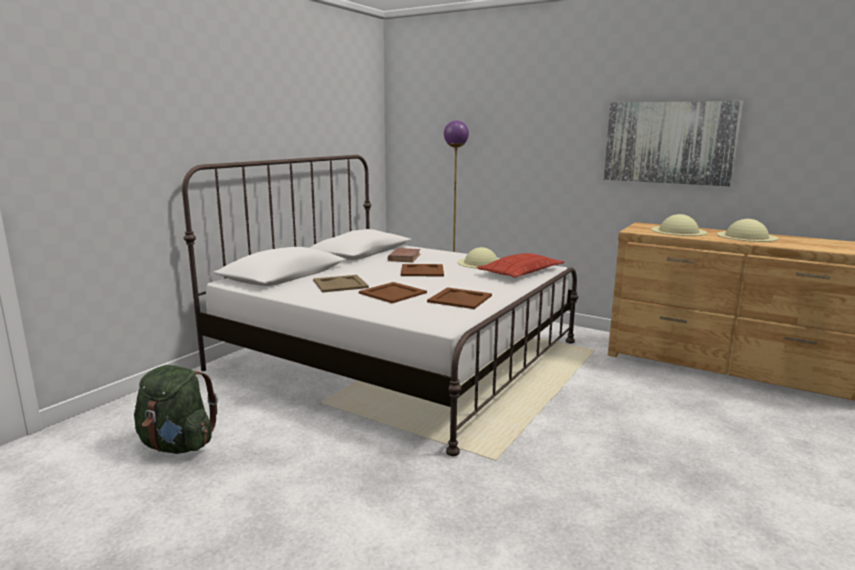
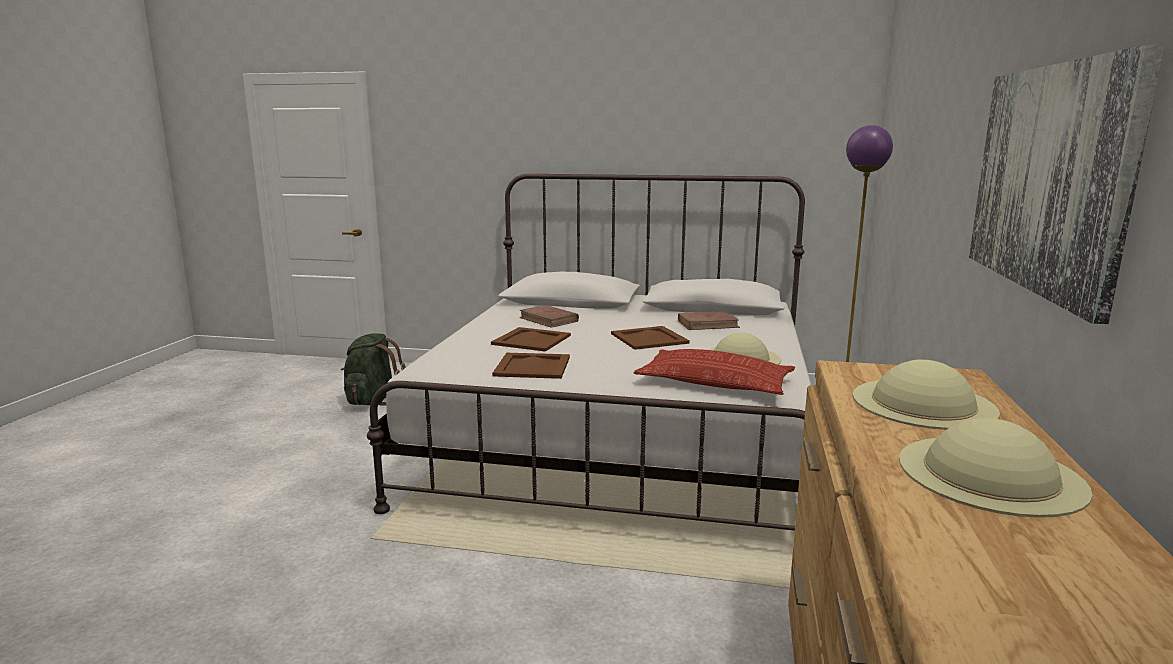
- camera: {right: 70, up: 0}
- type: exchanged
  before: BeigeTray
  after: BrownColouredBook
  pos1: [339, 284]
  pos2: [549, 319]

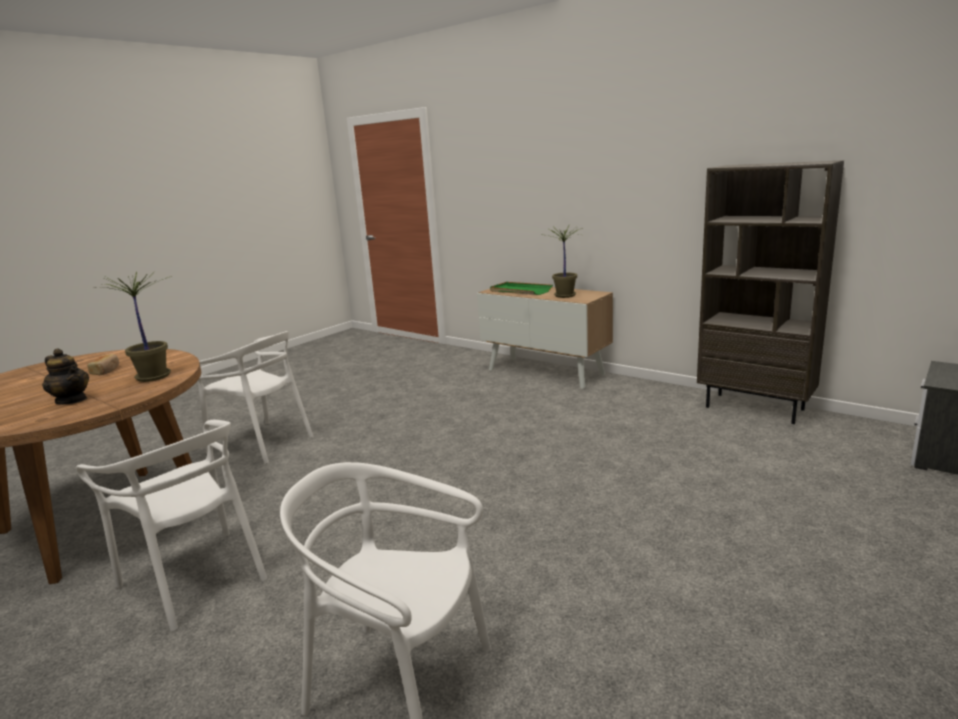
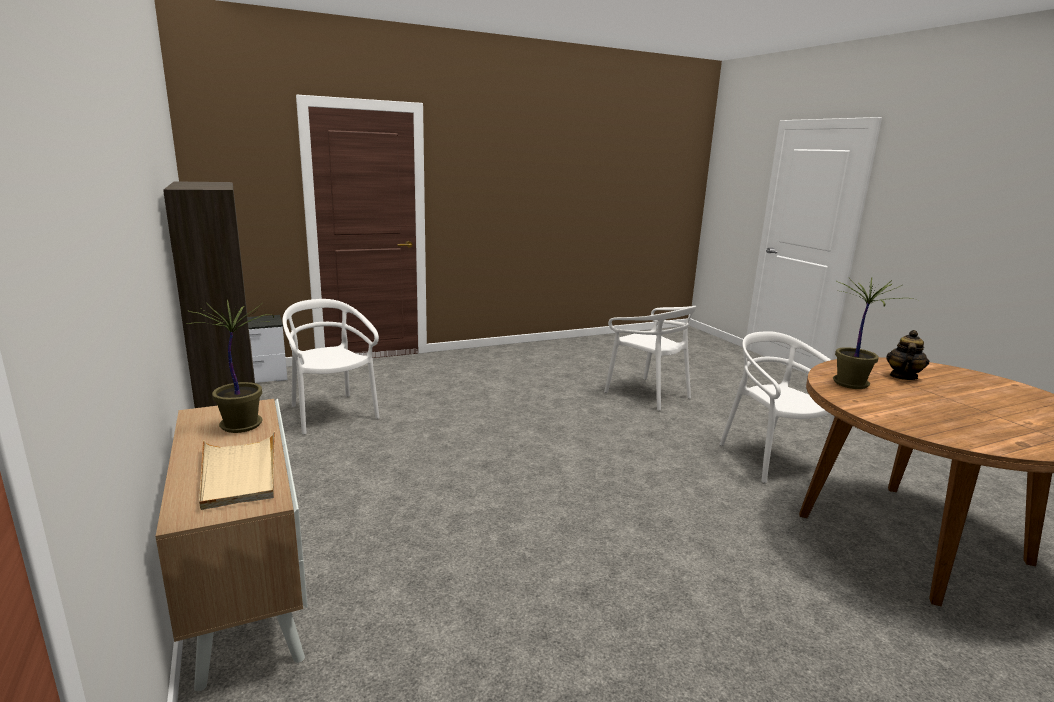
- camera: {right: -155, up: 0}
- type: missing
  before: BakeryBread
  pos1: [106, 371]
- type: relocated
  before: WhiteUprightChair
  pos1: [262, 443]
  pos2: [331, 413]
- type: colour
  before: GreenColouredTray
  after: BeigeTray
  pos1: [520, 291]
  pos2: [239, 473]
- type: spun
  before: Teapot
  pos1: [72, 400]
  pos2: [902, 376]
  turn: 60

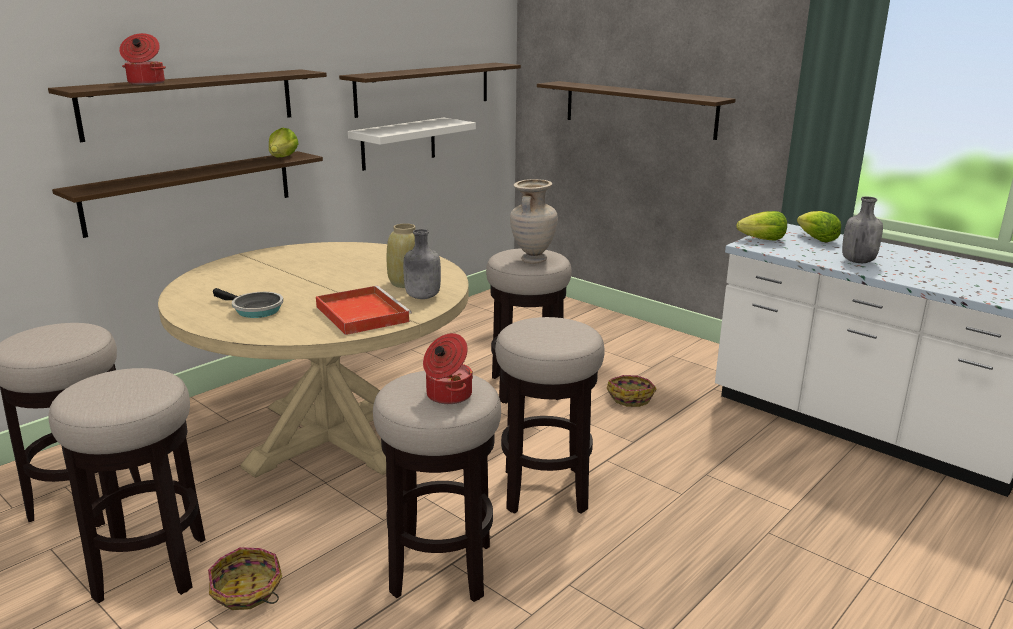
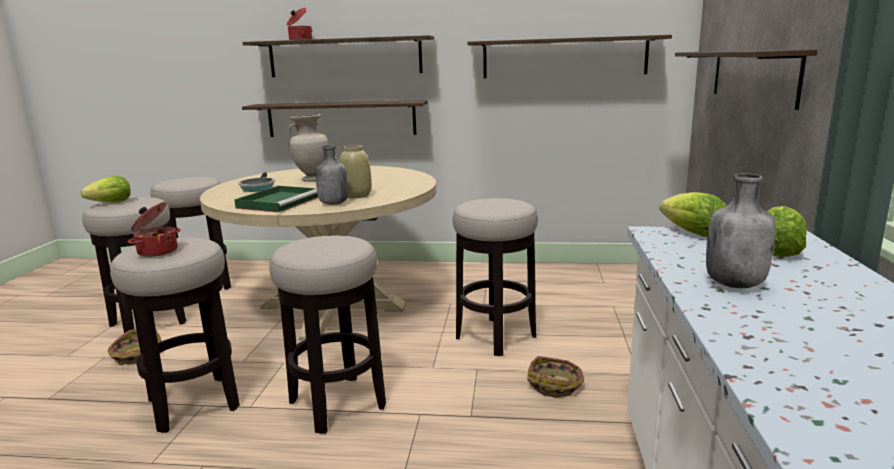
- camera: {right: 55, up: -5}
- type: missing
  before: WhiteBracketShelf
  pos1: [398, 143]
- type: relocated
  before: LettuceHead
  pos1: [283, 158]
  pos2: [111, 203]
- type: relocated
  before: BeigeFlowerVase
  pos1: [532, 260]
  pos2: [312, 180]
- type: colour
  before: RedTray
  after: GreenColouredTray
  pos1: [361, 313]
  pos2: [279, 202]

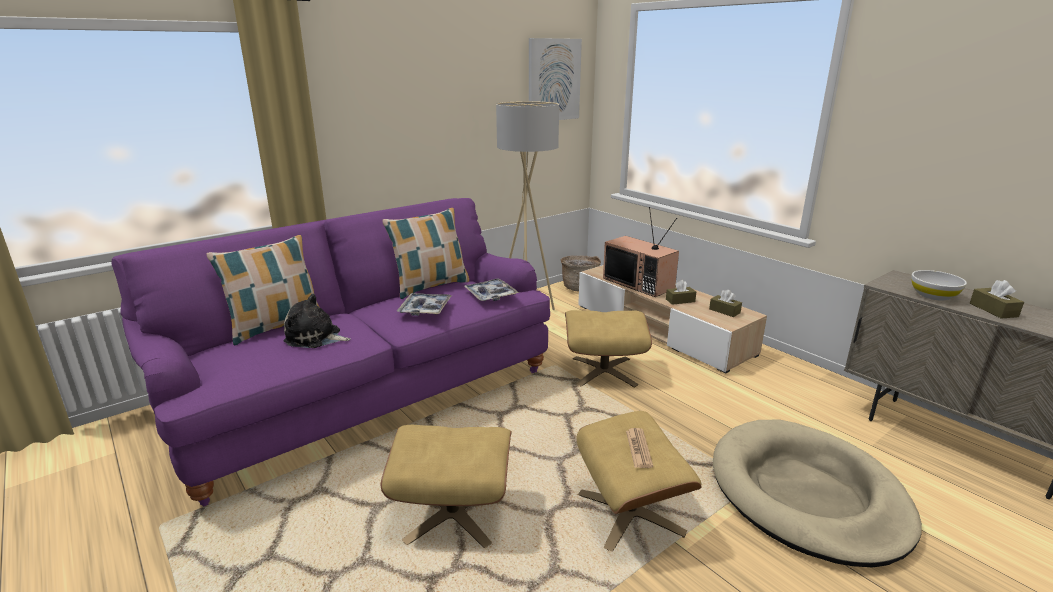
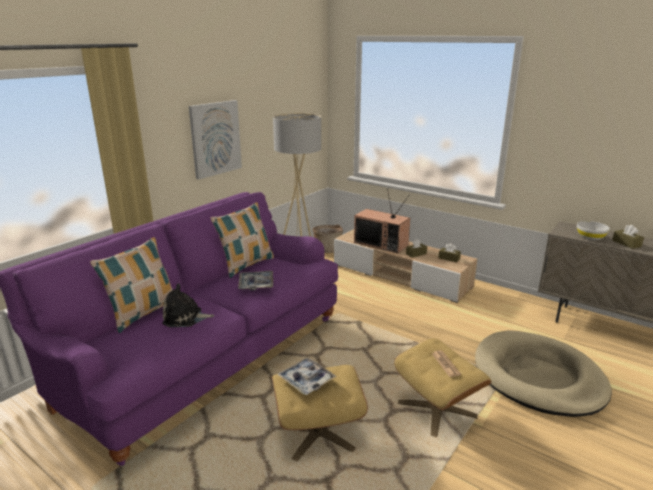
- camera: {right: -15, up: 0}
- type: missing
  before: BeigeFootrest
  pos1: [604, 371]
- type: relocated
  before: Tray
  pos1: [491, 295]
  pos2: [306, 380]
- type: relocated
  before: WallPicture
  pos1: [553, 80]
  pos2: [215, 138]

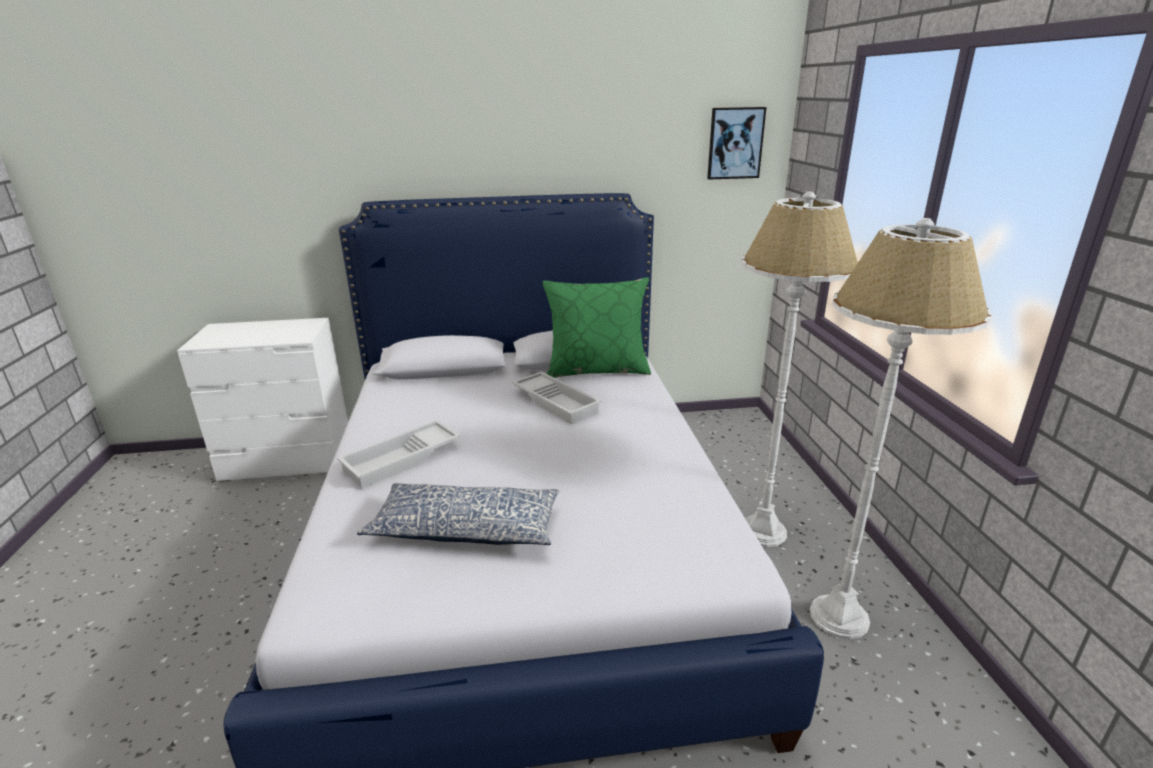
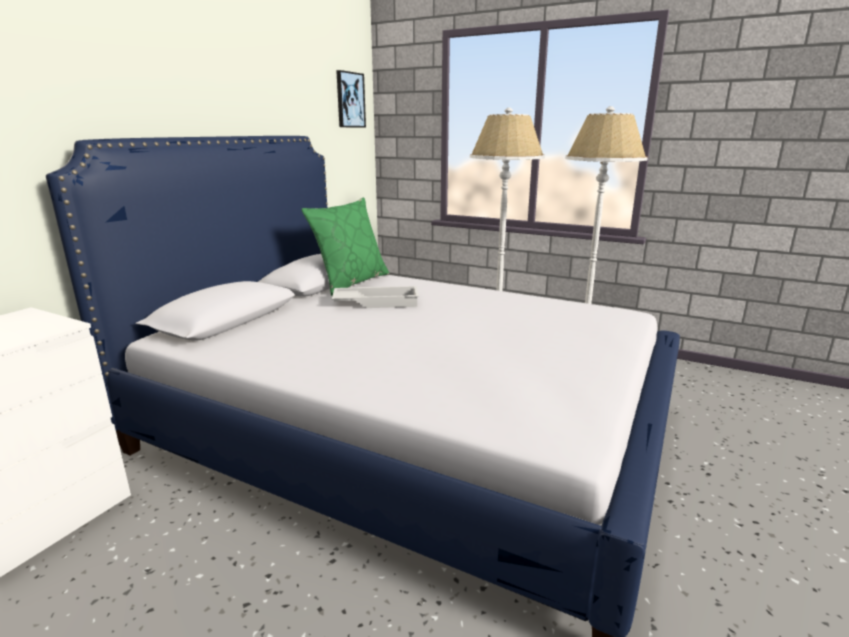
- camera: {right: -55, up: -5}
- type: missing
  before: WhiteTray
  pos1: [402, 460]
- type: missing
  before: ThrowPillow
  pos1: [465, 528]

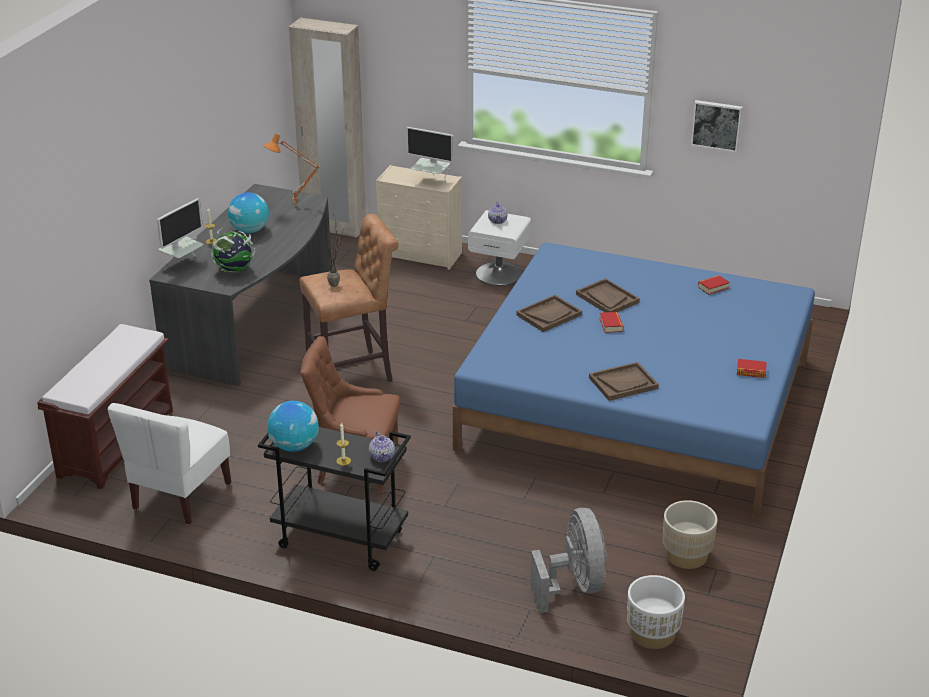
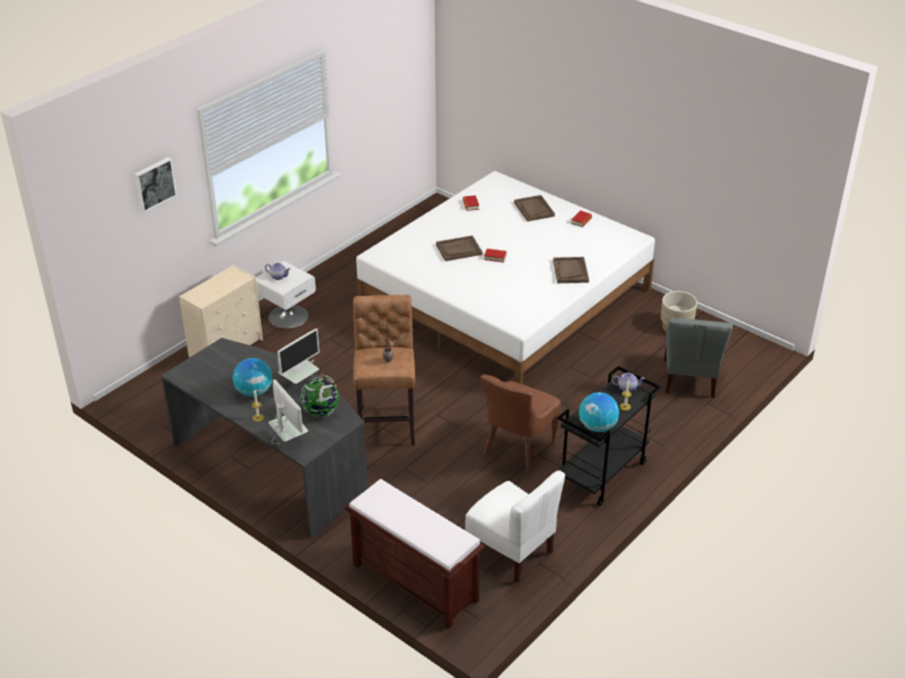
- camera: {right: -70, up: 5}
- type: missing
  before: OrangeyTableLamp
  pos1: [295, 206]
- type: missing
  before: BeigeArmoire
  pos1: [334, 227]
- type: missing
  before: WhitePlanter
  pos1: [652, 633]
- type: relocated
  before: ComputerScreen
  pos1: [431, 181]
  pos2: [299, 383]
- type: relocated
  before: BrownColouredTray
  pos1: [549, 315]
  pos2: [534, 209]
- type: relocated
  before: WallPicture
  pos1: [716, 125]
  pos2: [154, 183]
- type: exchanged
  before: GrayCoolingFan
  after: GrayUprightChair
  pos1: [574, 586]
  pos2: [690, 379]
- type: colour
  before: BluishBed
  after: WhiteBed
  pos1: [637, 403]
  pos2: [505, 300]

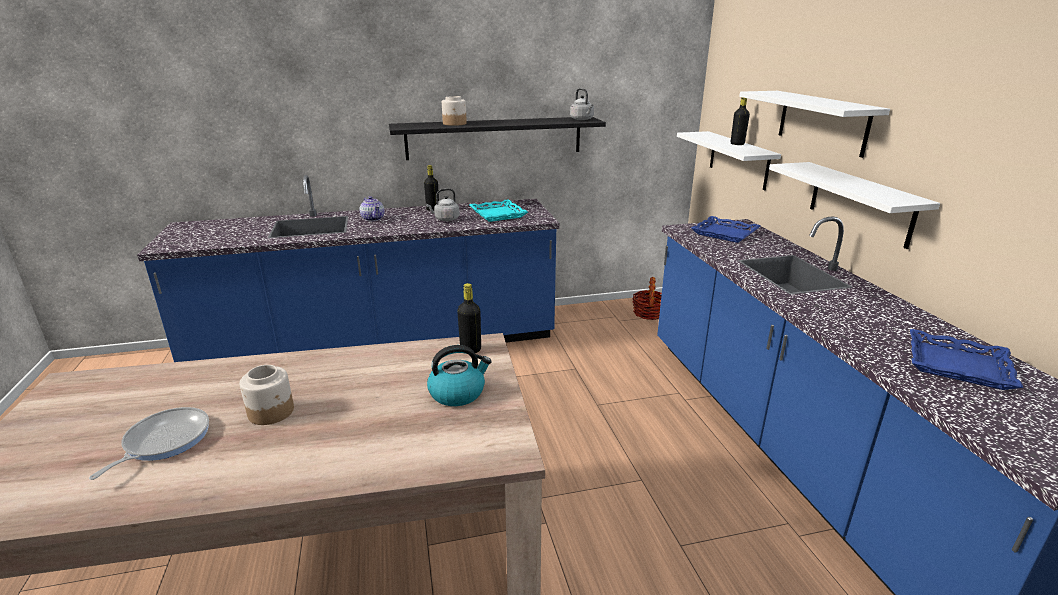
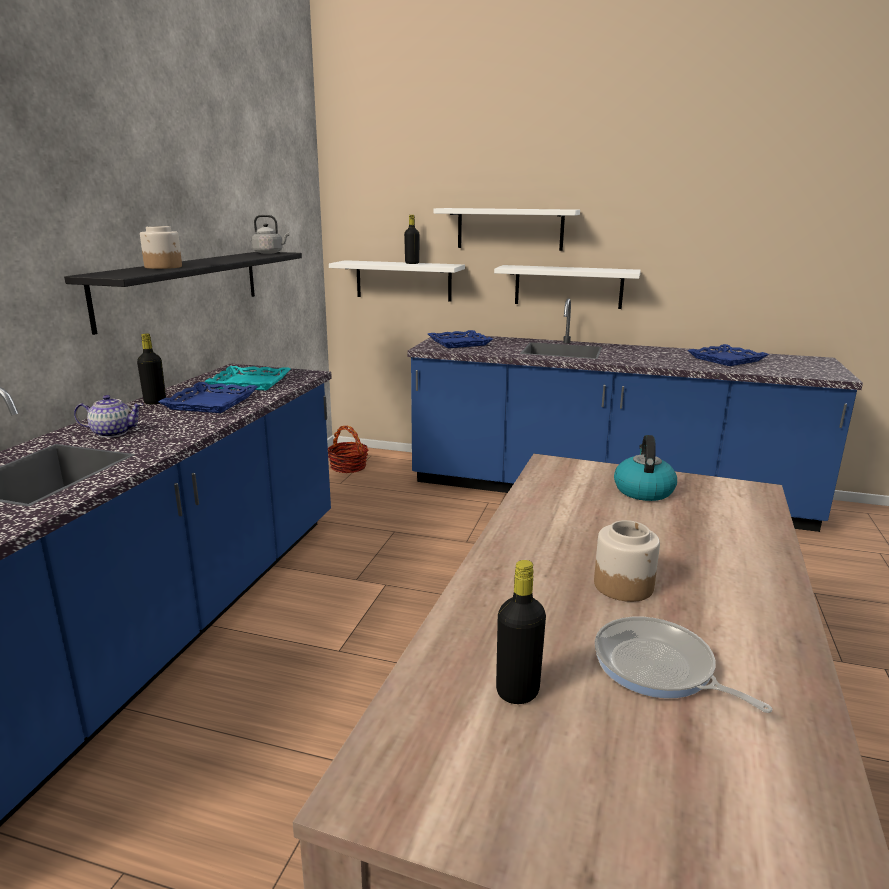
- camera: {right: -60, up: -5}
- type: relocated
  before: BlackBeverageBottle
  pos1: [470, 349]
  pos2: [517, 692]
- type: exchanged
  before: GrayWaterKettle
  after: BluishTray
  pos1: [445, 219]
  pos2: [211, 403]

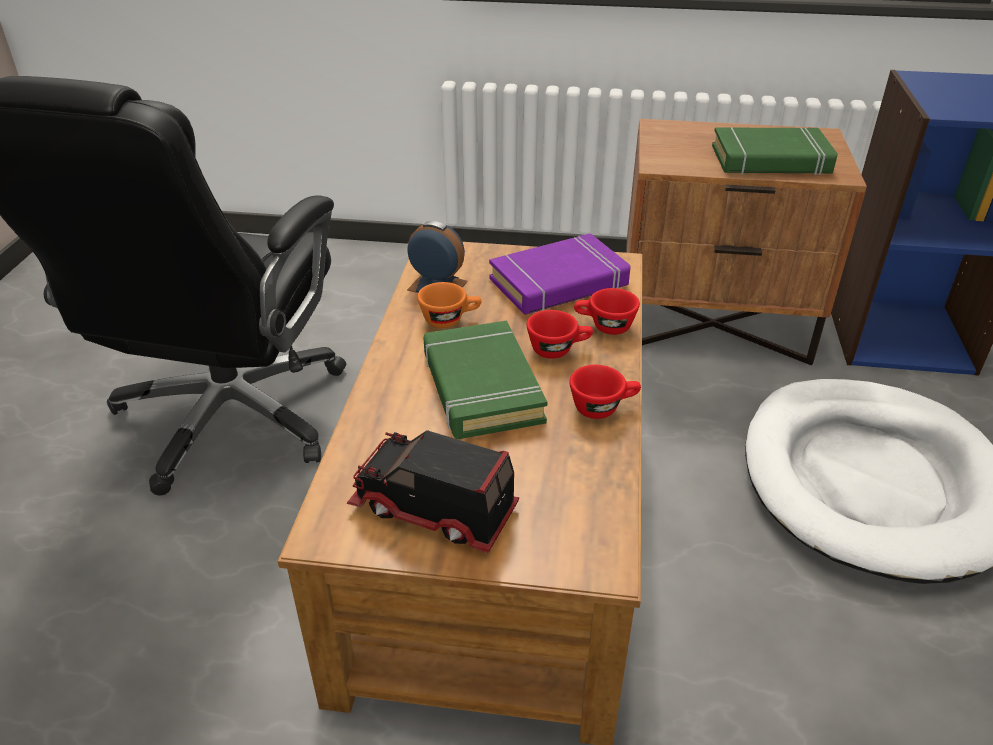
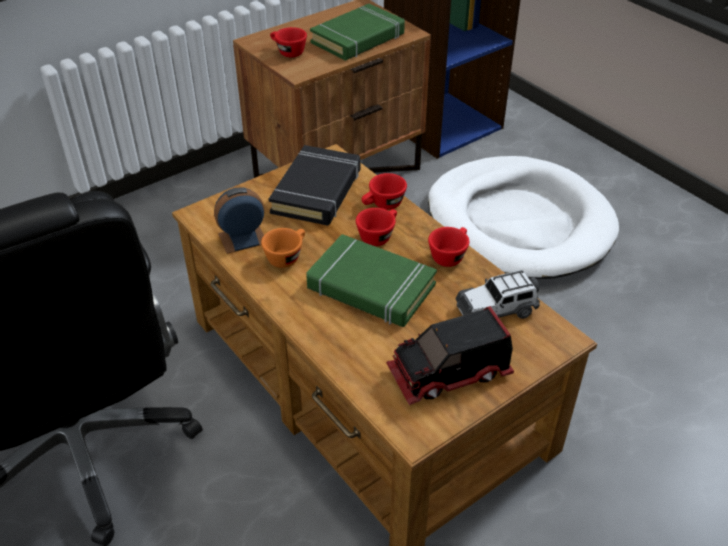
- camera: {right: -45, up: 5}
- type: appeared
  after: RedCup
  pos2: [287, 52]
- type: appeared
  after: MiniatureCar
  pos2: [496, 310]
- type: colour
  before: PurpleBook
  after: BlackBook
  pos1: [559, 283]
  pos2: [317, 191]

